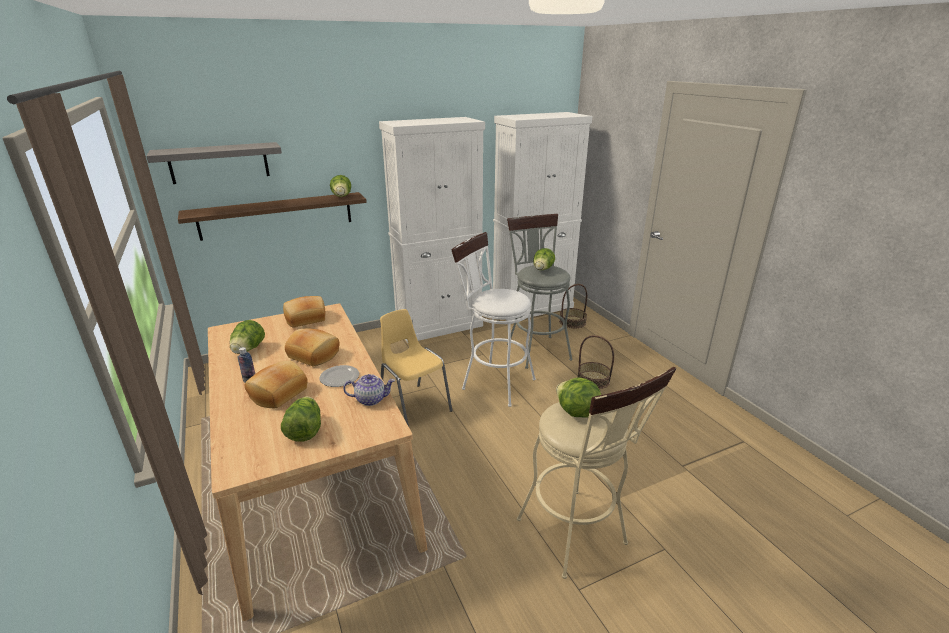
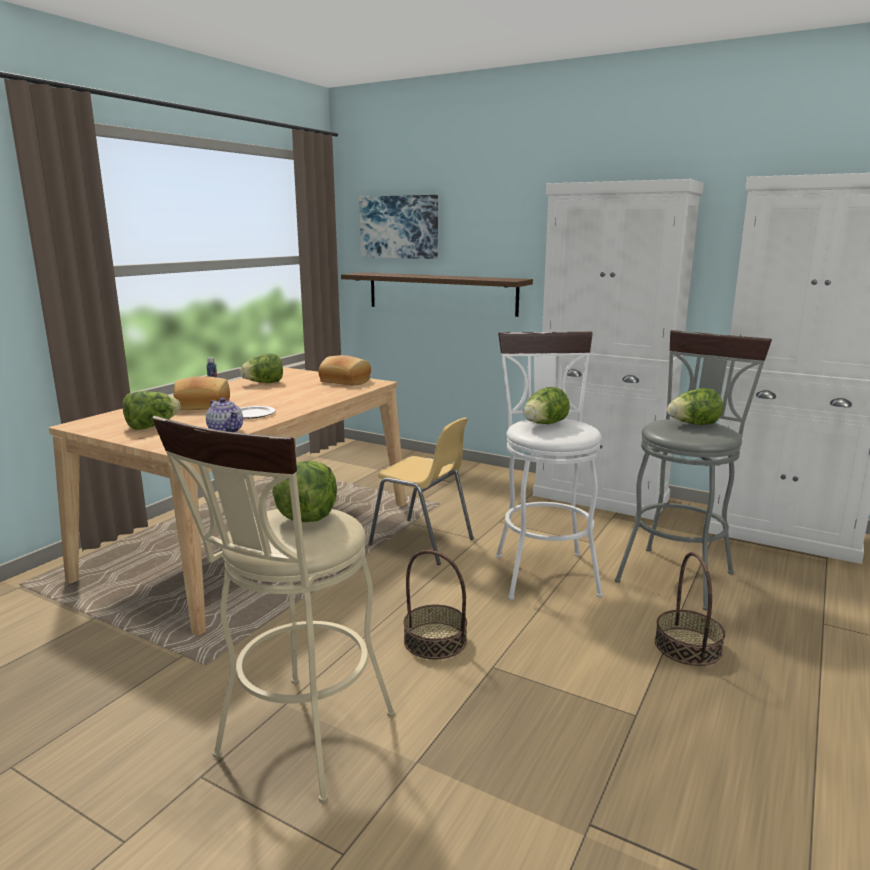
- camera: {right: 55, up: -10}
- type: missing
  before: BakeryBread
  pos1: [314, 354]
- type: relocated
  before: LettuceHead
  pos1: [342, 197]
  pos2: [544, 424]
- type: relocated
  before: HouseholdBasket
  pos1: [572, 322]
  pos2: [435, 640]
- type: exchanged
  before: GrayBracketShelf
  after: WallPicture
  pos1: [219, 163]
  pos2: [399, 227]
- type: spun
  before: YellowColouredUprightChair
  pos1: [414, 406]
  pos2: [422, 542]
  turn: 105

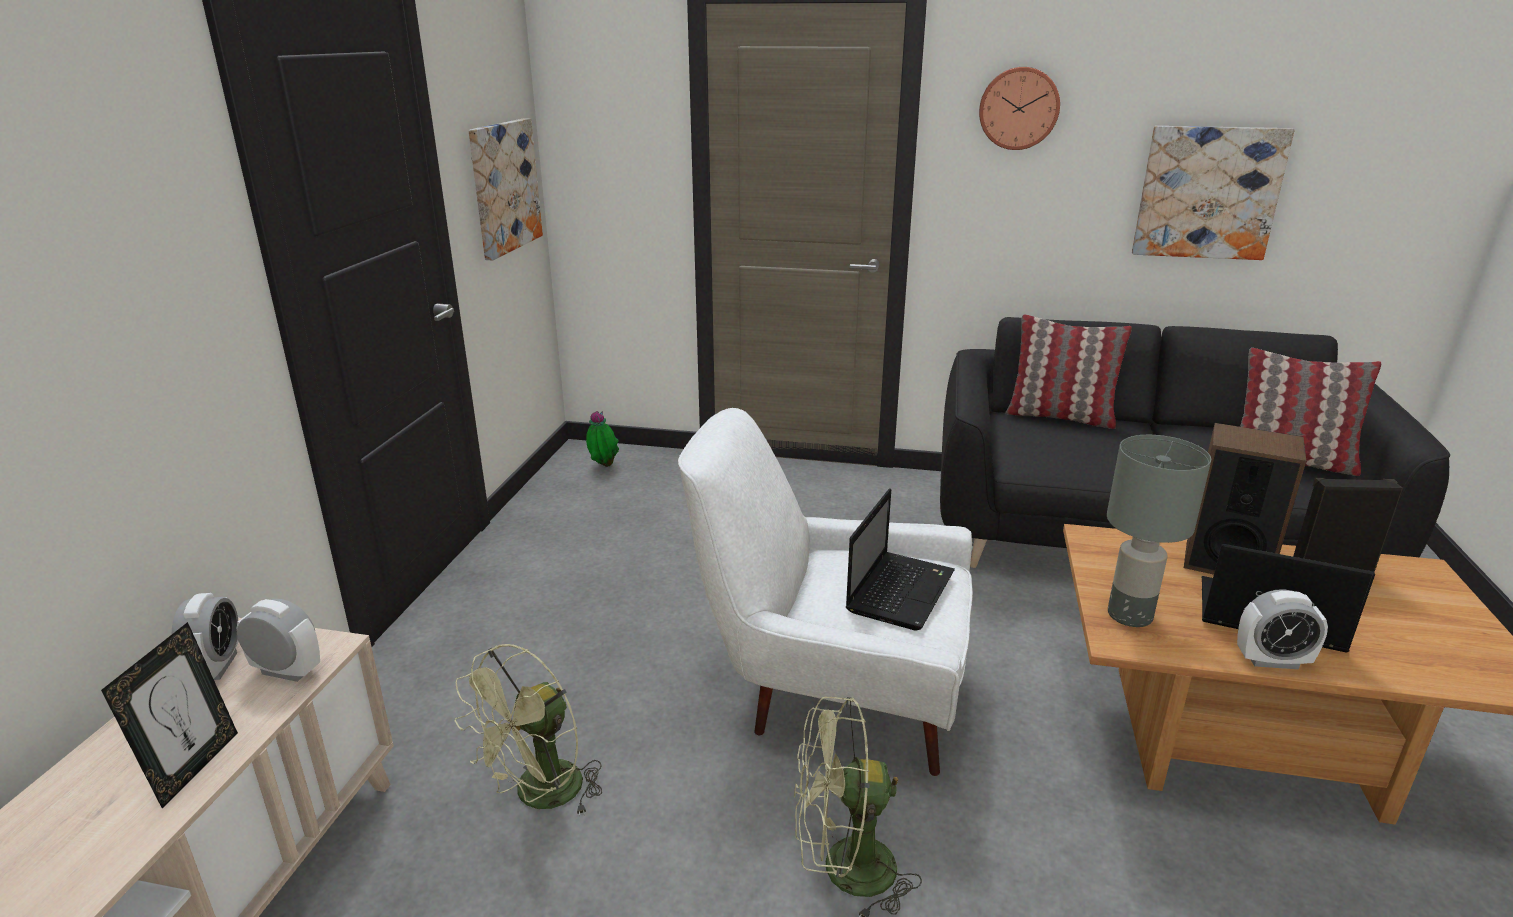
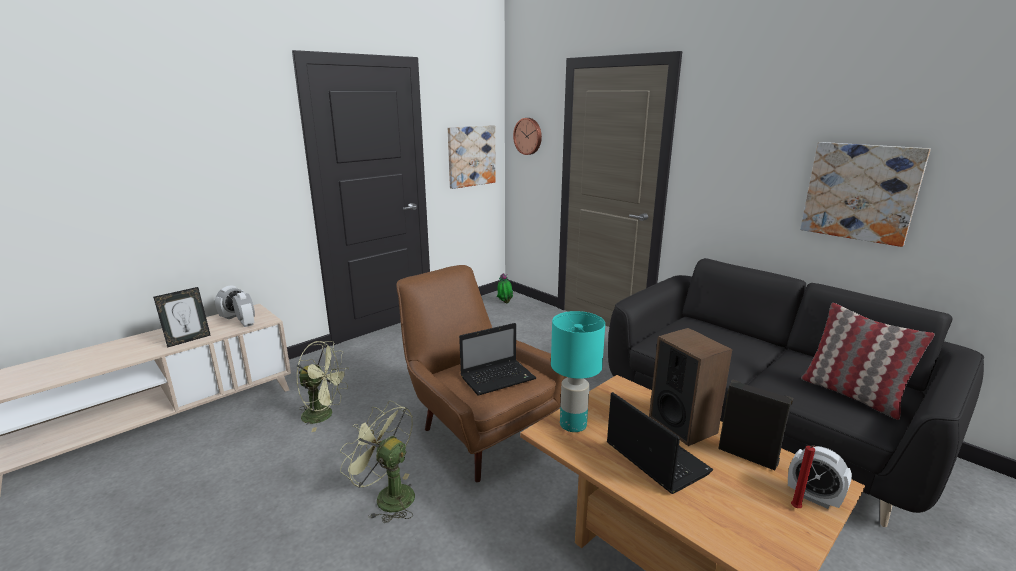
- camera: {right: 35, up: -5}
- type: missing
  before: ThrowPillow
  pos1: [1060, 416]
- type: appeared
  after: RedWaxCandle
  pos2: [796, 509]
- type: relocated
  before: HangingClock
  pos1: [1018, 108]
  pos2: [528, 136]
- type: relocated
  before: AlarmClock
  pos1: [1272, 661]
  pos2: [813, 497]
- type: colour
  before: WhiteEasyChair
  after: BrownColouredEasyChair
  pos1: [833, 696]
  pos2: [477, 429]
- type: colour
  before: GrayTableLamp
  after: BlueGreenTableLamp
  pos1: [1129, 615]
  pos2: [573, 424]
- type: spun
  before: GreenColouredCoolingFan
  pos1: [540, 797]
  pos2: [324, 415]
  turn: -150

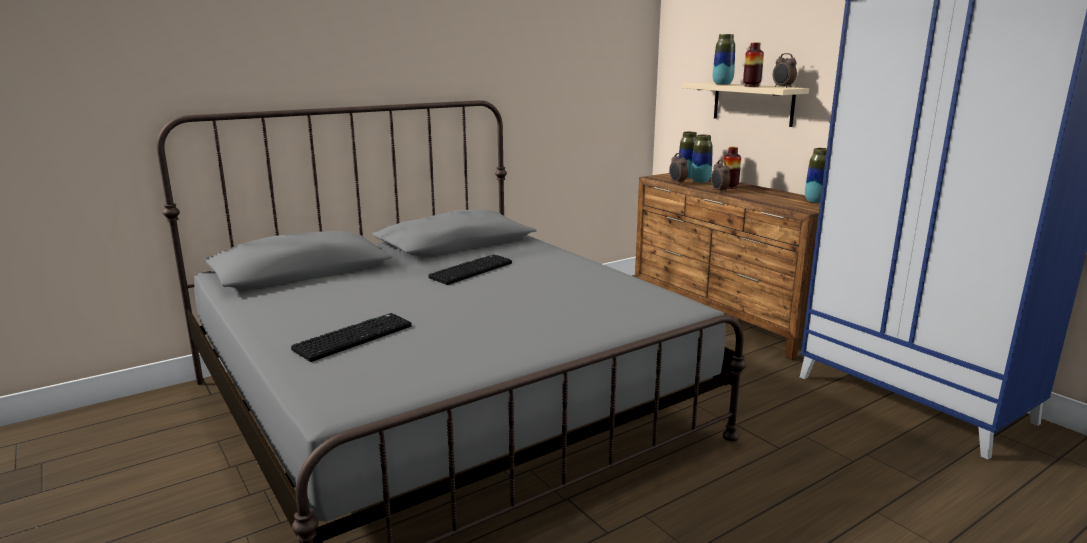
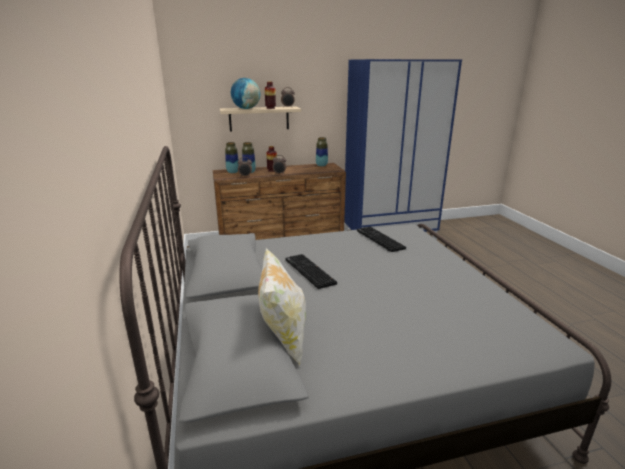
- camera: {right: -70, up: 5}
- type: appeared
  after: ThrowPillow
  pos2: [283, 337]
- type: relocated
  before: Keyboard
  pos1: [354, 337]
  pos2: [379, 239]
- type: exchanged
  before: FlowerVase
  after: Globe
  pos1: [722, 84]
  pos2: [246, 108]

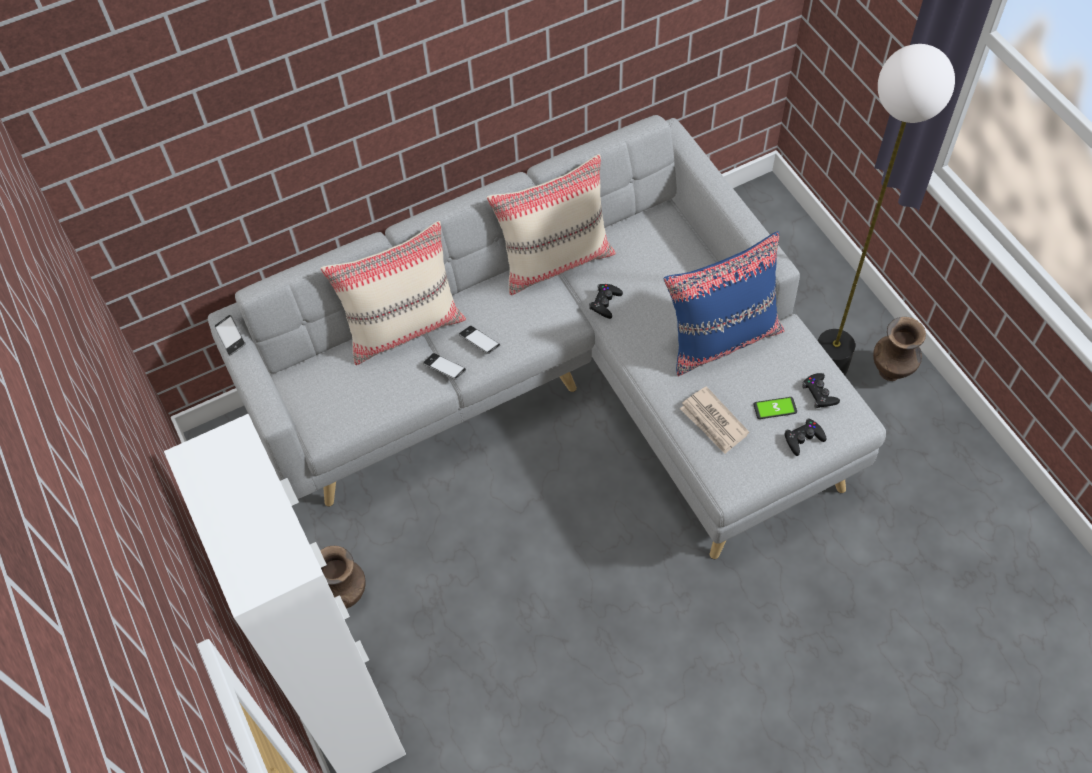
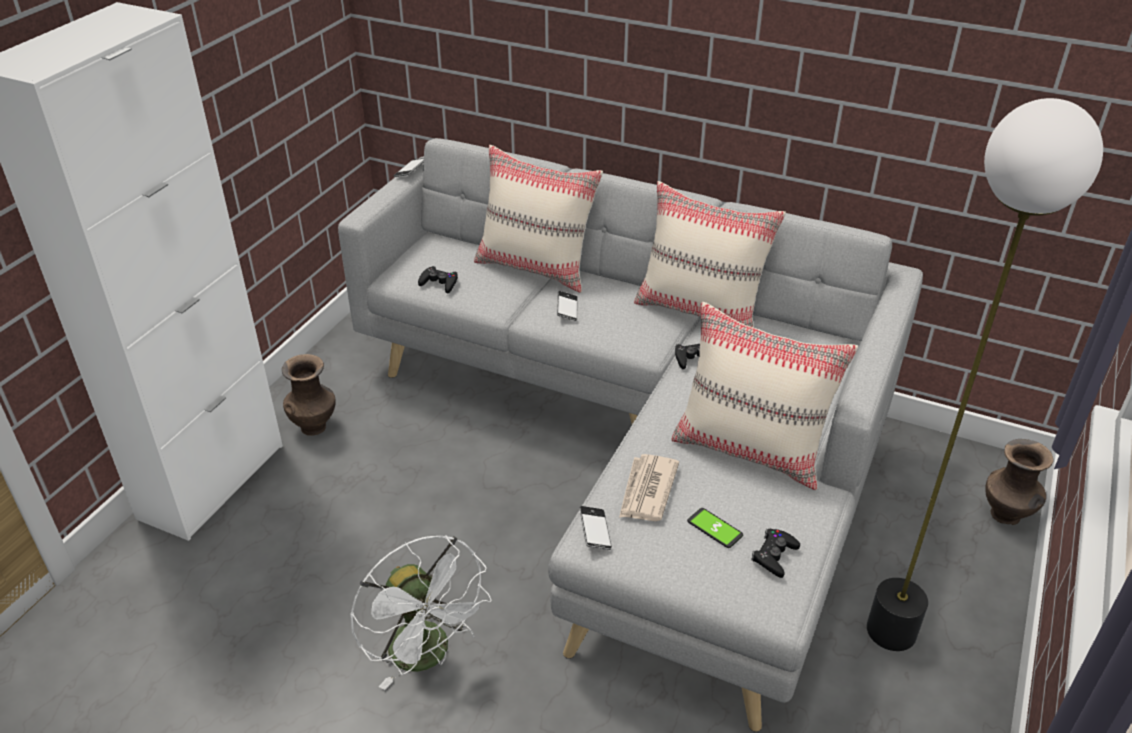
- camera: {right: 50, up: -20}
- type: appeared
  after: WhiteCoolingFan
  pos2: [428, 656]
- type: relocated
  before: Telephone
  pos1: [445, 368]
  pos2: [595, 531]
- type: relocated
  before: BlackGameController
  pos1: [803, 439]
  pos2: [439, 283]
- type: relocated
  before: BrownColouredFlowerVase
  pos1: [891, 371]
  pos2: [1006, 516]
- type: colour
  before: BluishThrowPillow
  after: BeigeThrowPillow
  pos1: [722, 338]
  pos2: [751, 450]

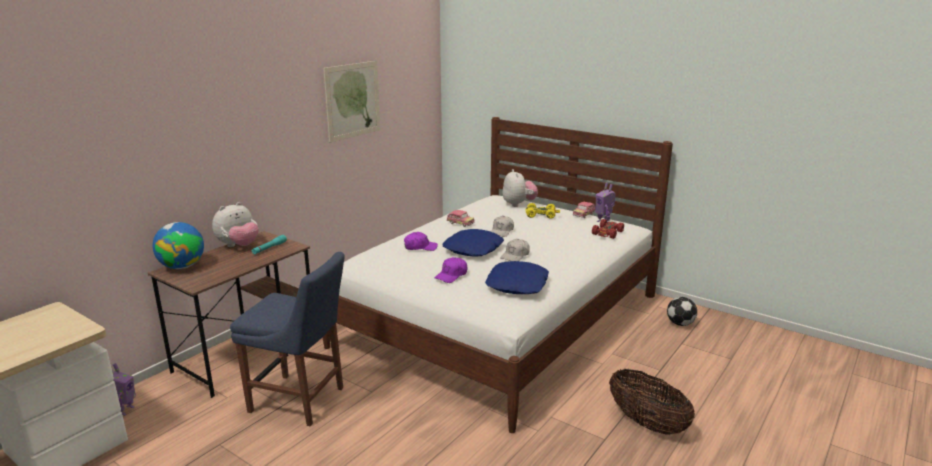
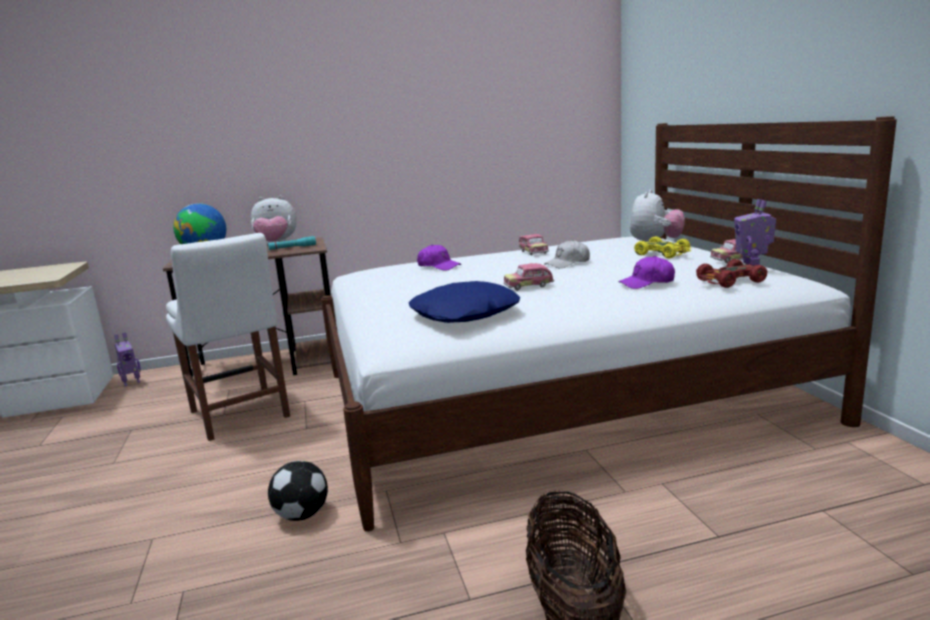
- camera: {right: 40, up: -5}
- type: missing
  before: WallPicture
  pos1: [353, 100]
- type: missing
  before: BluishThrowPillow
  pos1: [473, 249]
- type: relocated
  before: PurpleBaseballCap
  pos1: [451, 275]
  pos2: [647, 283]
- type: relocated
  before: Football
  pos1: [680, 323]
  pos2: [302, 514]
- type: exchanged
  before: WhiteBaseballCap
  after: MiniatureCar
  pos1: [515, 256]
  pos2: [528, 286]
- type: colour
  before: BluishUprightChair
  after: WhiteUprightChair
  pos1: [300, 401]
  pos2: [240, 416]

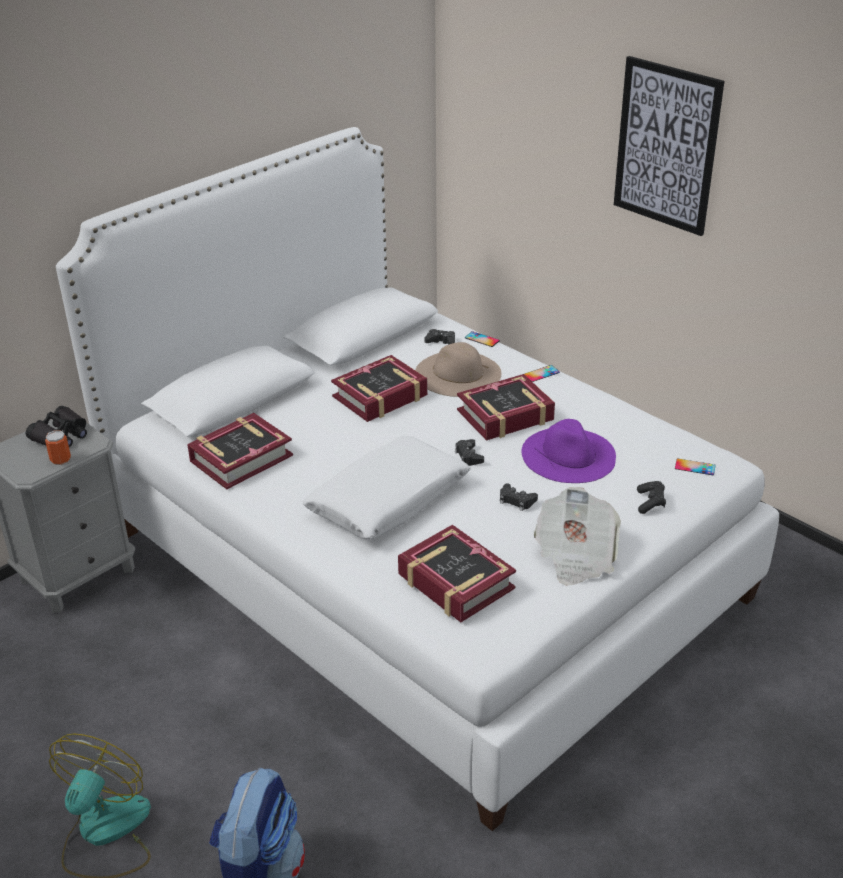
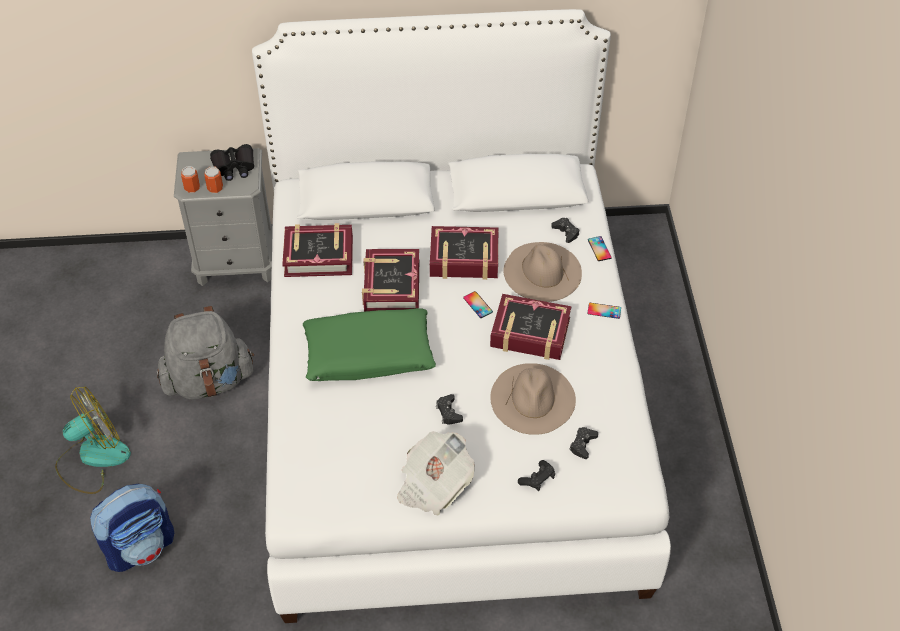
- camera: {right: 40, up: 15}
- type: missing
  before: WallPicture
  pos1: [666, 146]
- type: appeared
  after: GrayKnapsack
  pos2: [209, 381]
- type: appeared
  after: MetalCan
  pos2: [192, 188]
- type: relocated
  before: Book
  pos1: [455, 582]
  pos2: [391, 286]
- type: relocated
  before: BlackGameController
  pos1: [468, 456]
  pos2: [583, 444]
- type: relocated
  before: Telephone
  pos1: [695, 467]
  pos2: [478, 305]
- type: colour
  before: WhiteThrowPillow
  after: GreenColouredThrowPillow
  pos1: [388, 501]
  pos2: [369, 354]
- type: colour
  before: PurpleWearableHat
  after: BeigeWearableHat
  pos1: [569, 454]
  pos2: [533, 398]

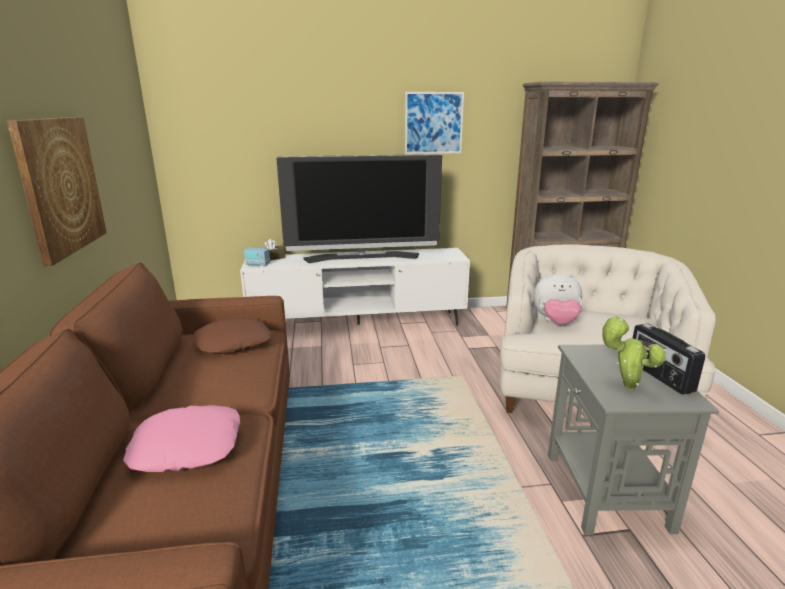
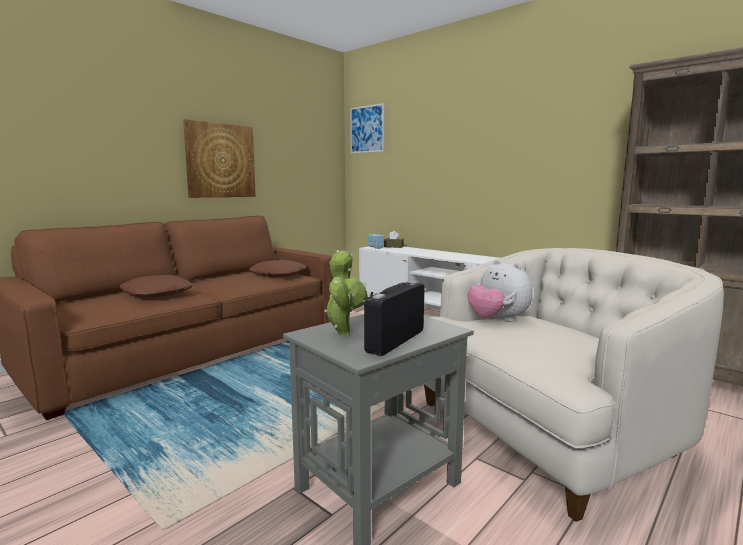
- camera: {right: 50, up: -10}
- type: missing
  before: TvSet
  pos1: [362, 257]
- type: relocated
  before: WallPicture
  pos1: [433, 123]
  pos2: [367, 129]
- type: colour
  before: PinkThrowPillow
  after: BrownColouredThrowPillow
  pos1: [187, 446]
  pos2: [157, 293]

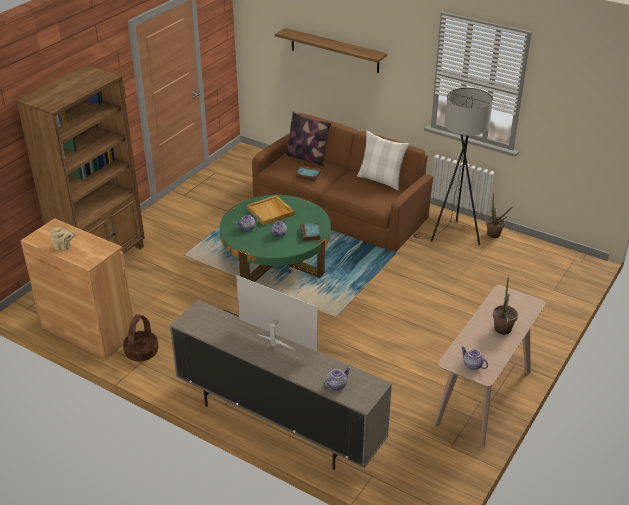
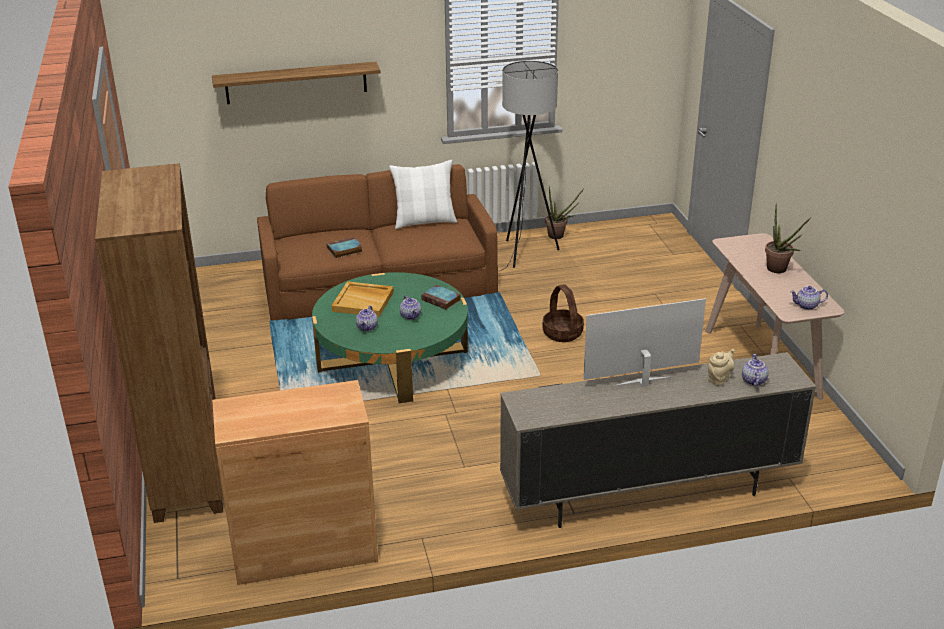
- camera: {right: -45, up: -5}
- type: missing
  before: ThrowPillow
  pos1: [306, 158]
- type: relocated
  before: BeigeTeapot
  pos1: [64, 247]
  pos2: [719, 378]
- type: relocated
  before: HouseholdBasket
  pos1: [141, 352]
  pos2: [563, 333]

